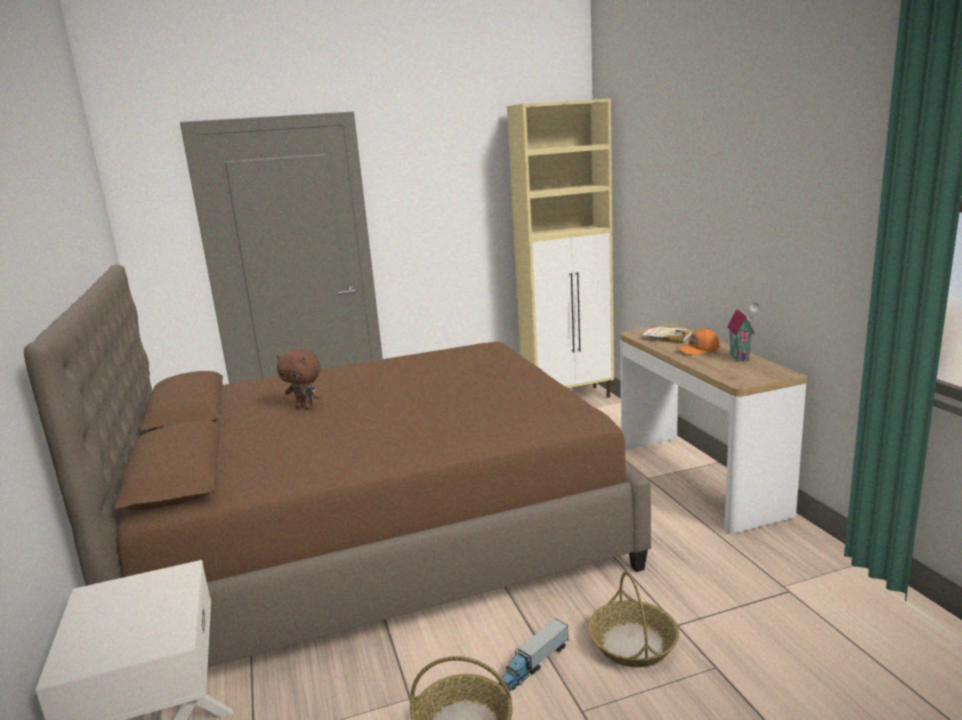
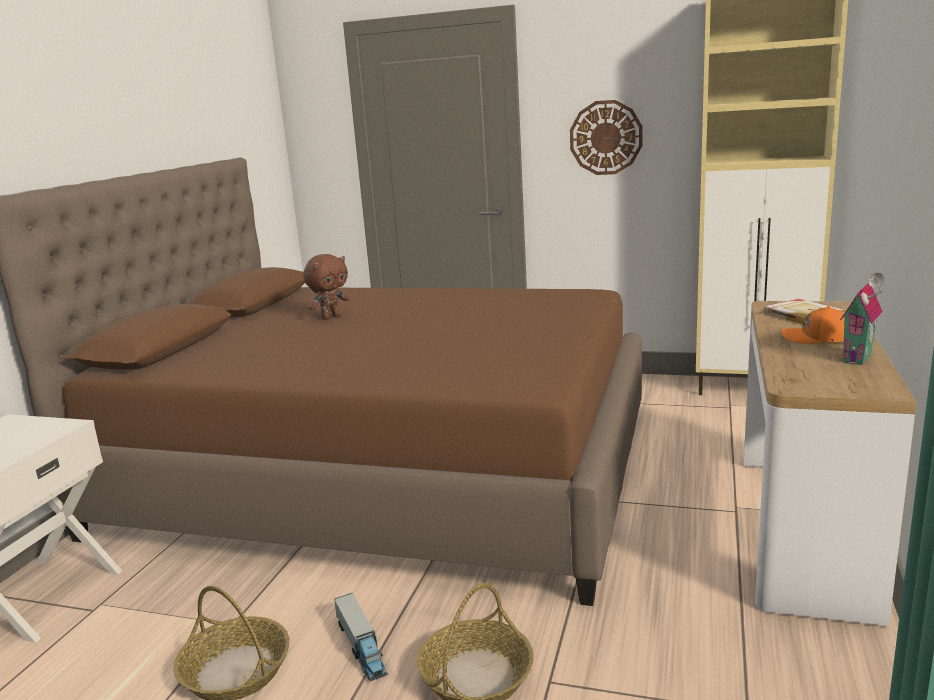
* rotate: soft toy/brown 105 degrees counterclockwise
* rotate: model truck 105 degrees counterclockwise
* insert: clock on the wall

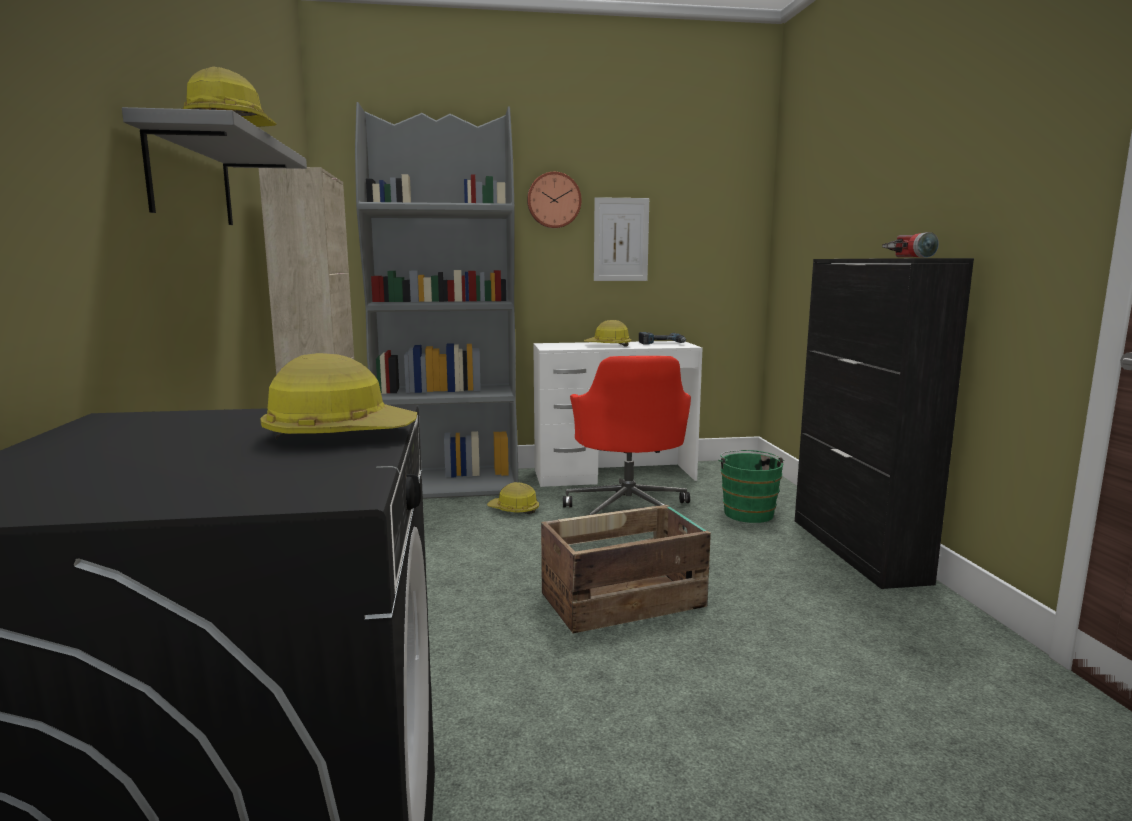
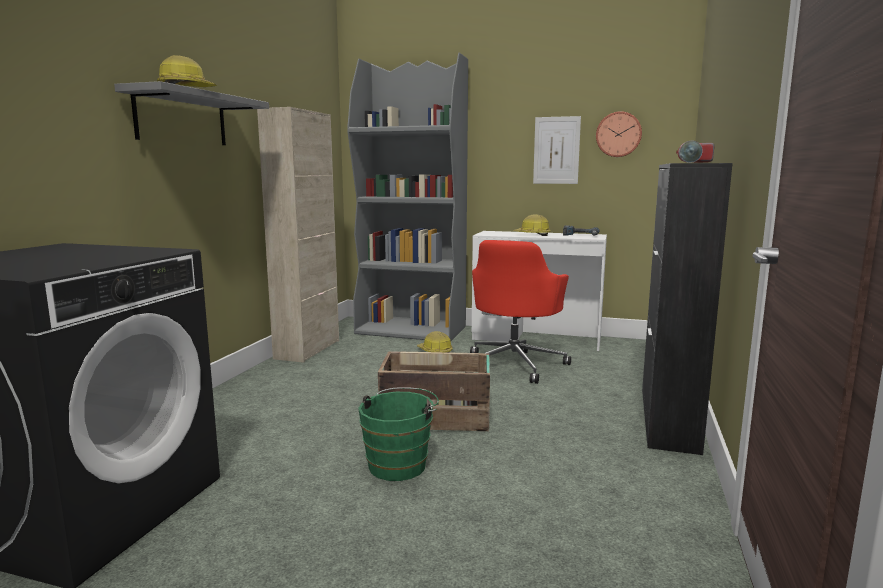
* delete: hard hat (2nd from left)
* move: clock on the wall
* move: pail/green

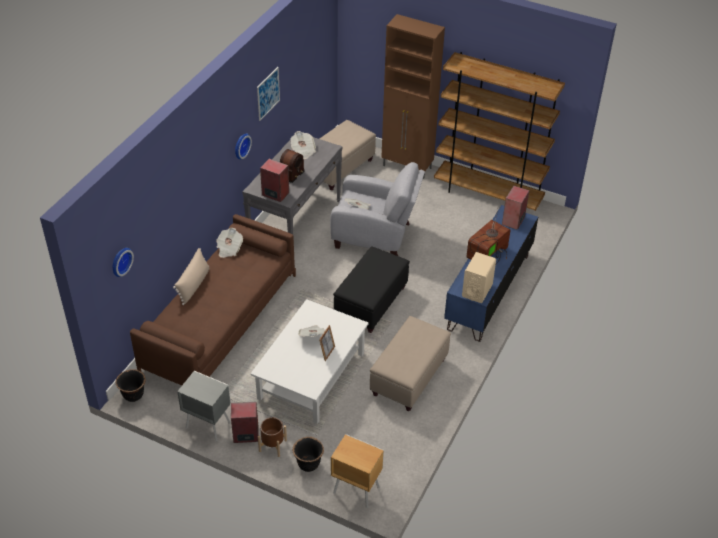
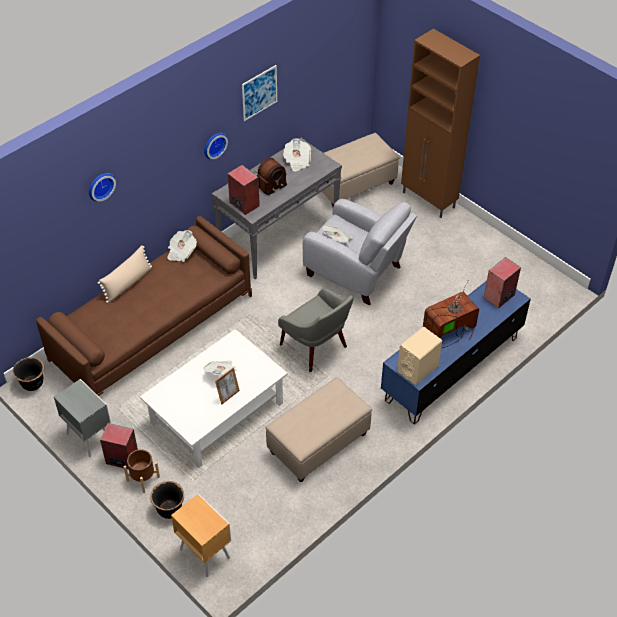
* move: clock on the wall (1st from left)
* replace: footrest/blackish to armchair/grey (1st from left)
* delete: bookcase/brown

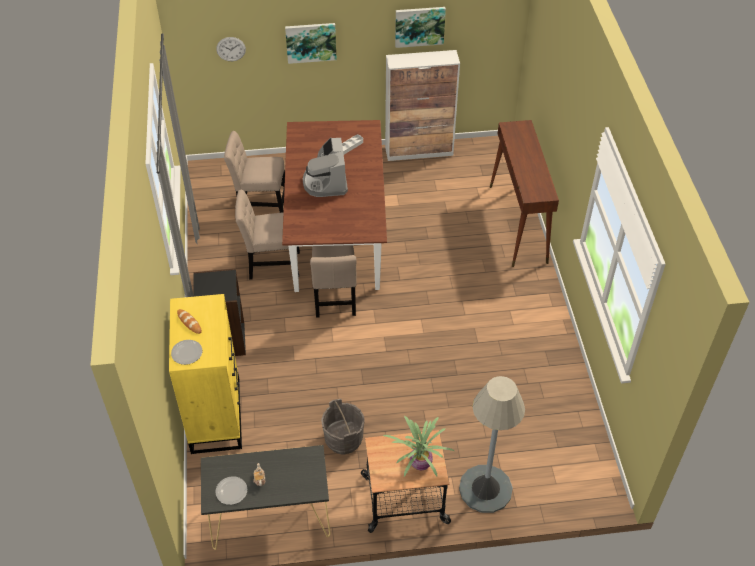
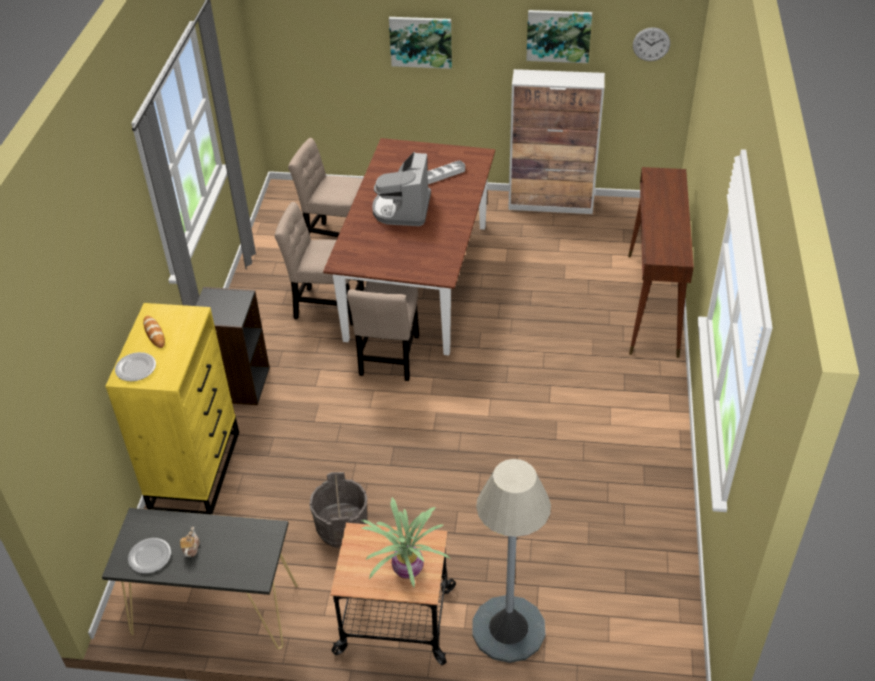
* move: clock on the wall

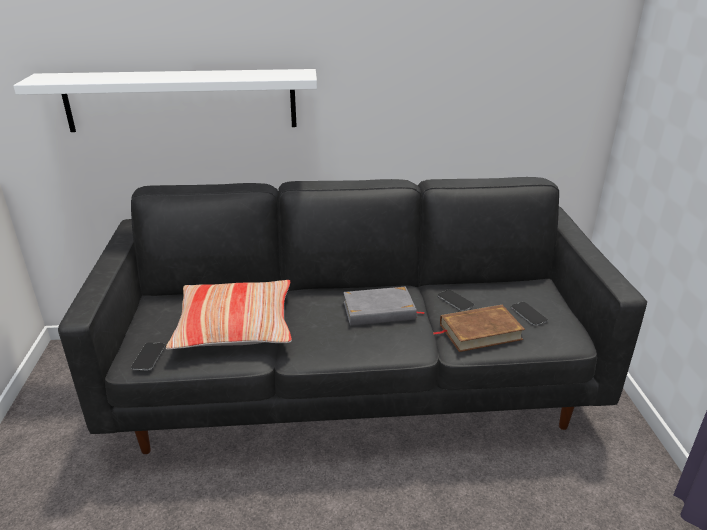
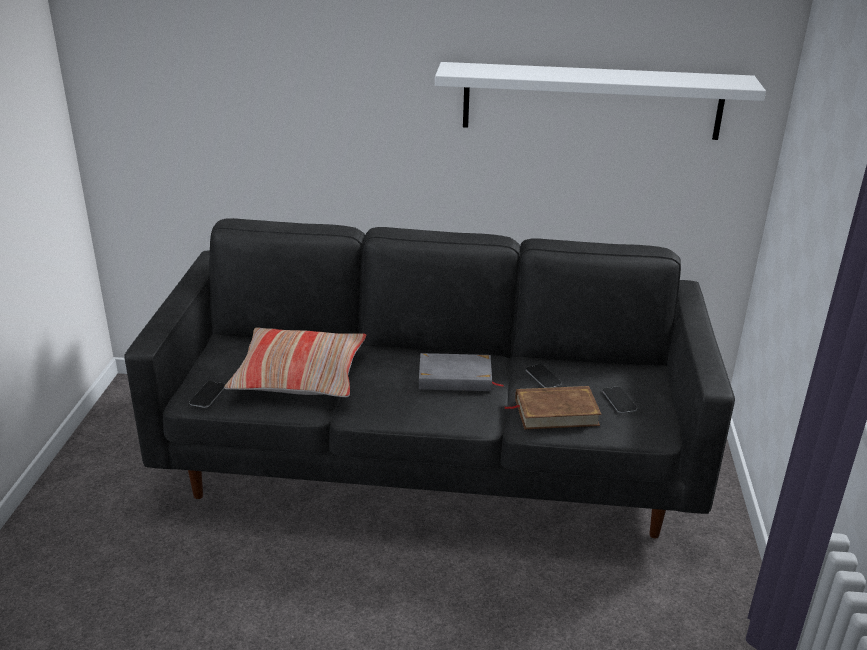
* move: wall shelf/whitish

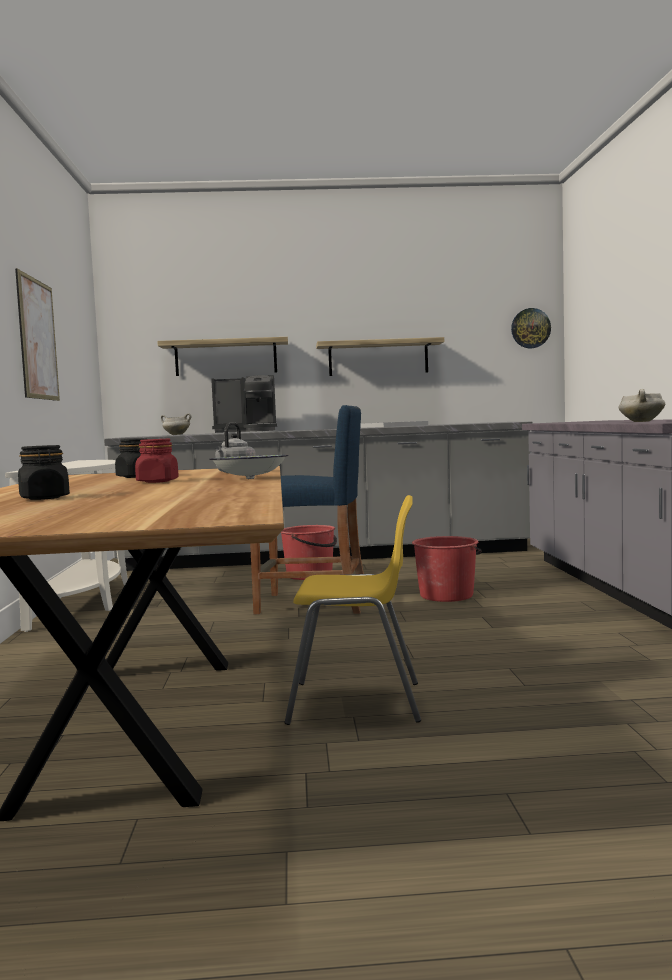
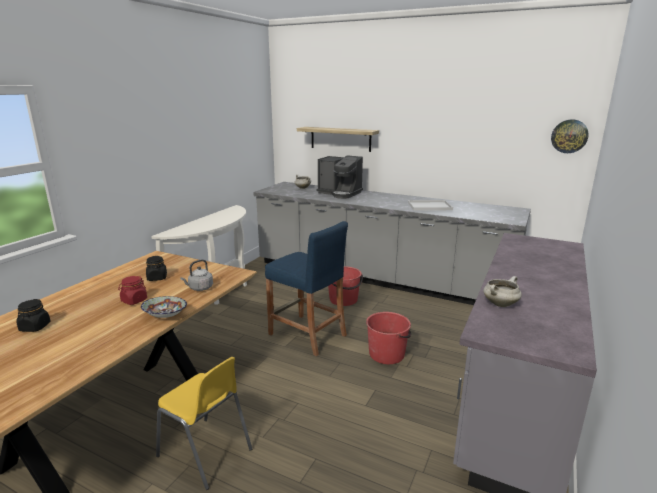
* delete: wall picture
* delete: wall shelf (2nd from left)

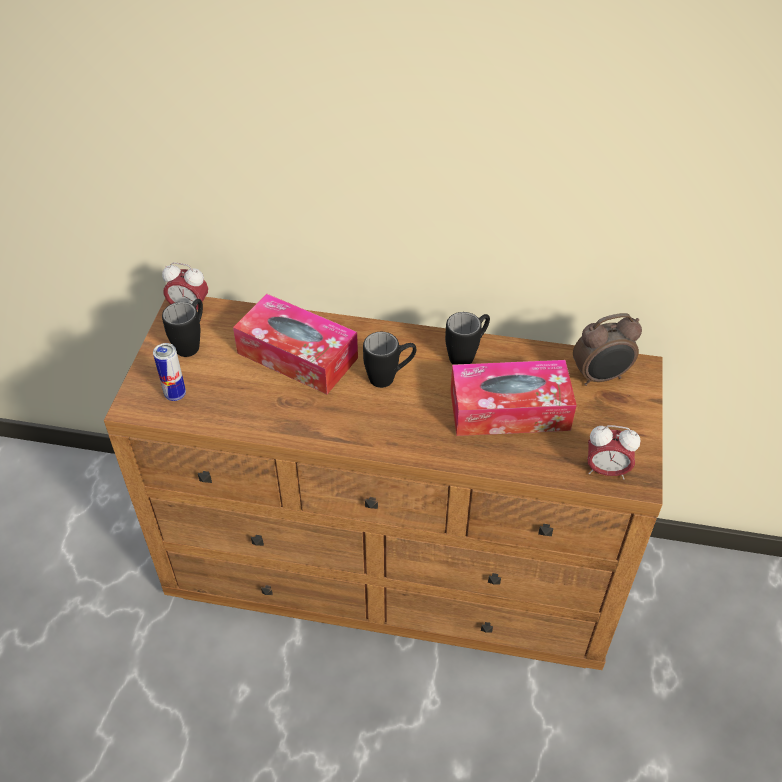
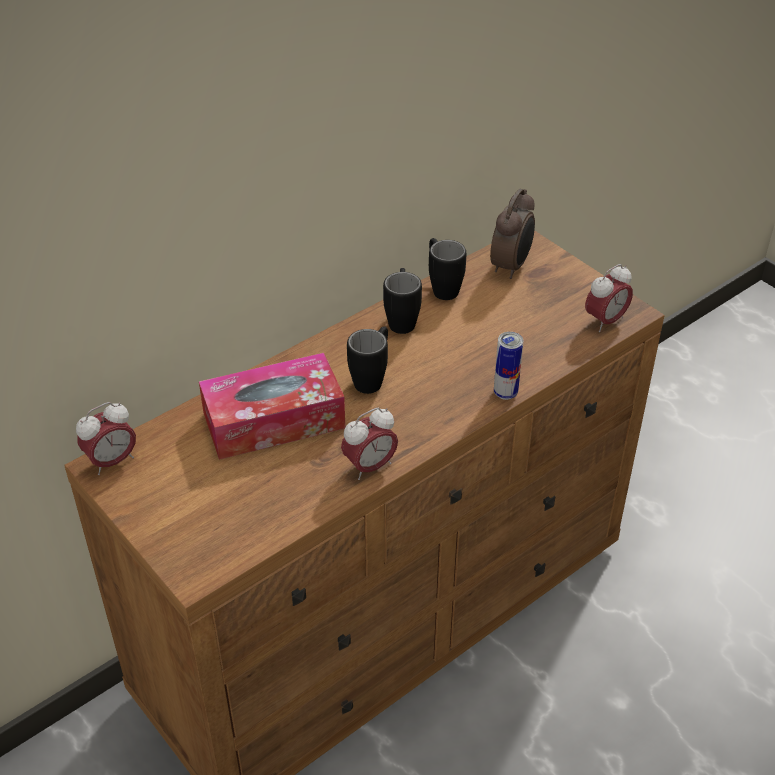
* move: sealed can
* move: coffee mug/blackish (1st from left in the first image) to coffee mug/blackish (3rd from left)
* delete: tissue holder (2nd from left)
* insert: table clock (2nd from left)

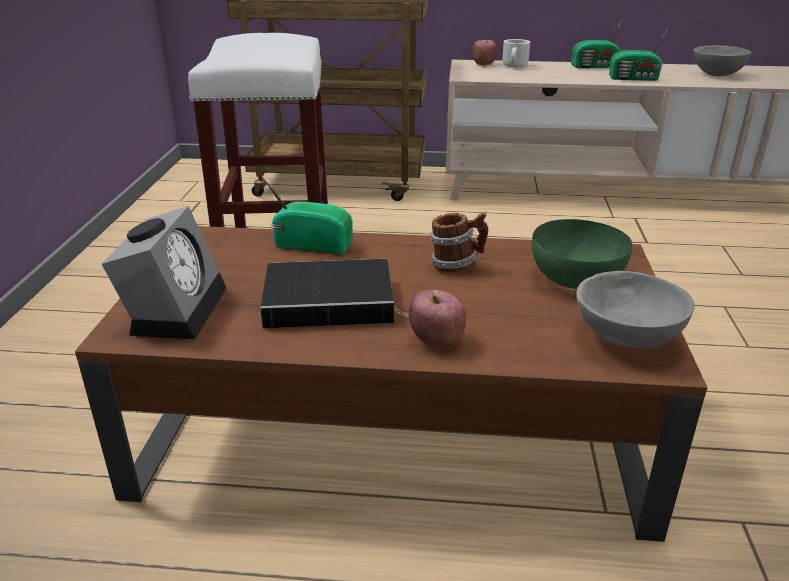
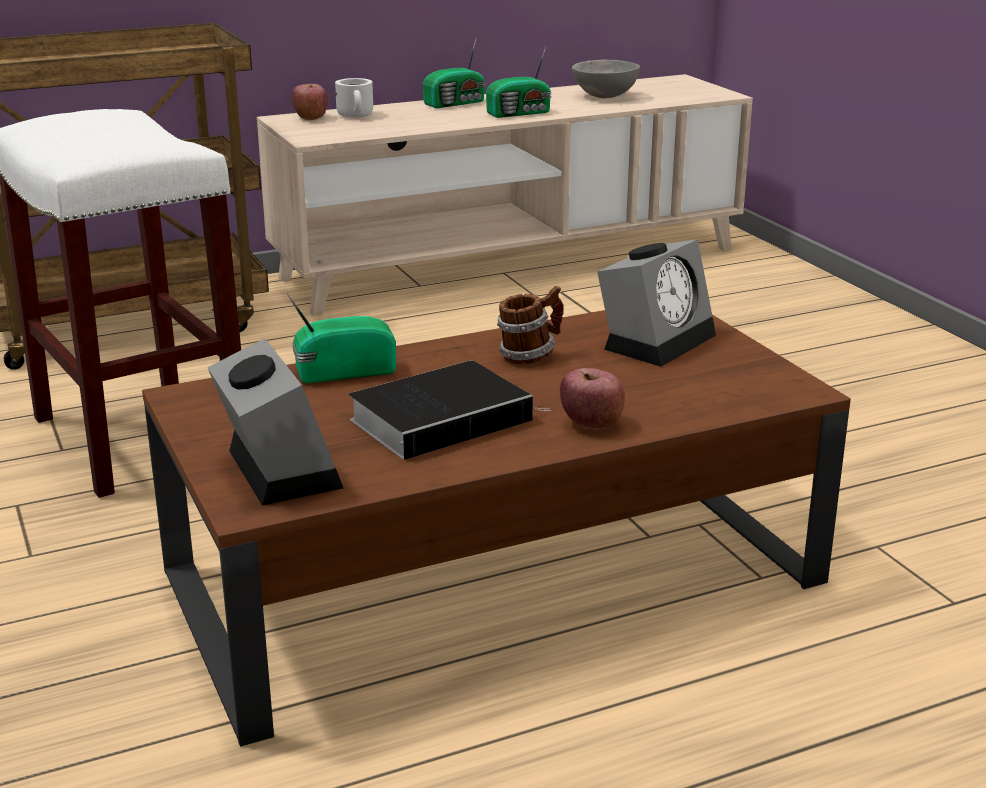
* replace: bowl/green to table clock (2nd from left)
* delete: bowl/grey (1st from left)

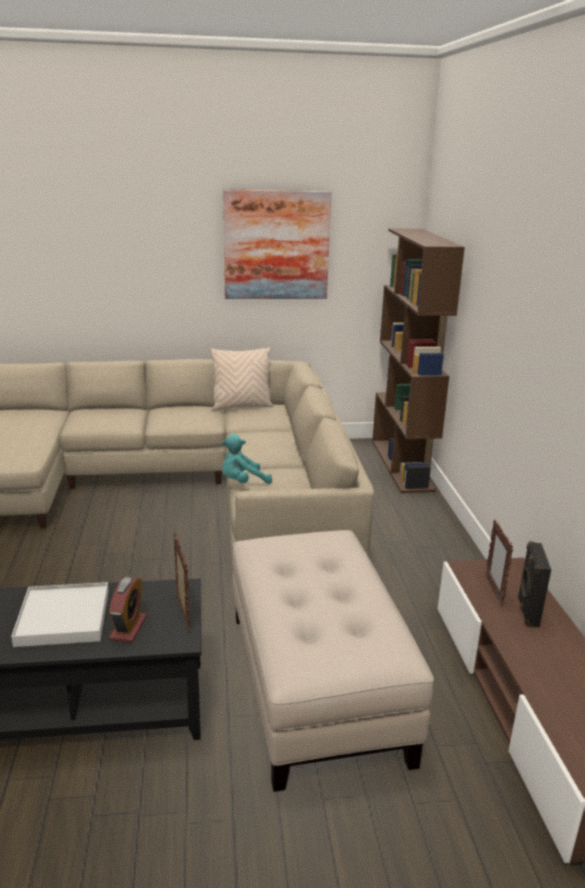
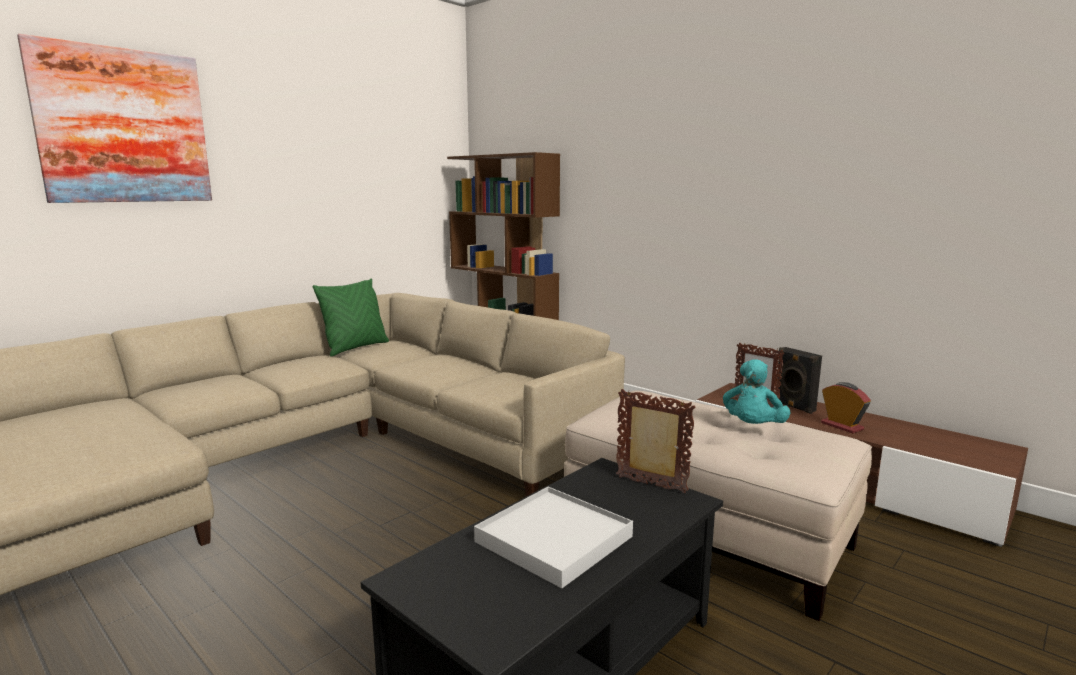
* move: table clock
* recolor: throw pillow/beige-coloured to throw pillow/green
* move: soft toy/turquoise-coloured
* move: wall picture

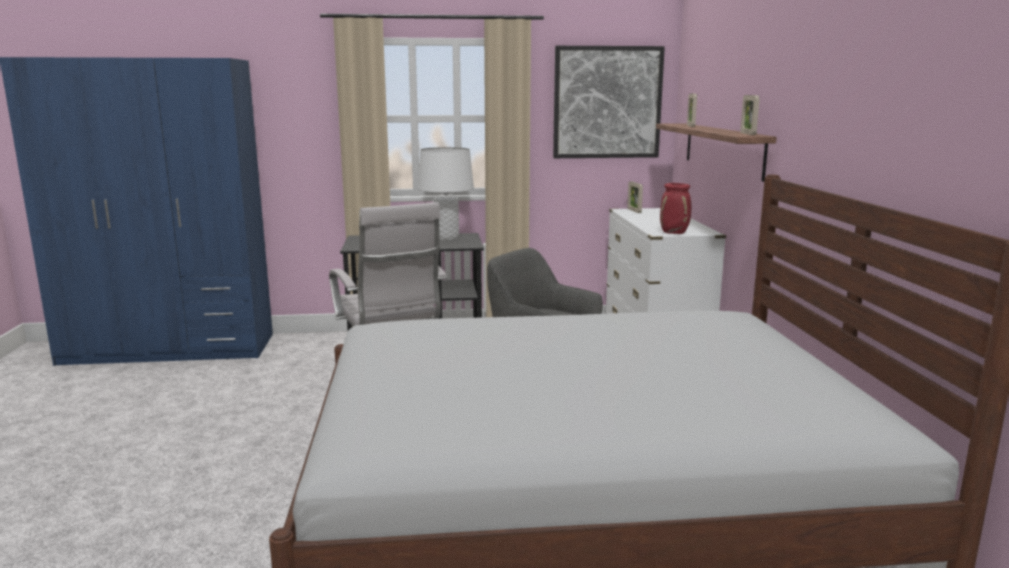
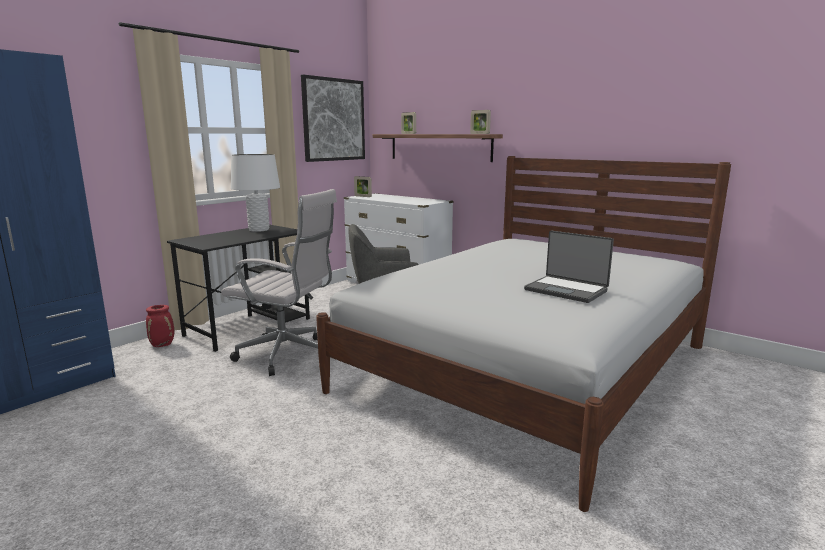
* move: flower vase/reddish
* insert: notebook computer

